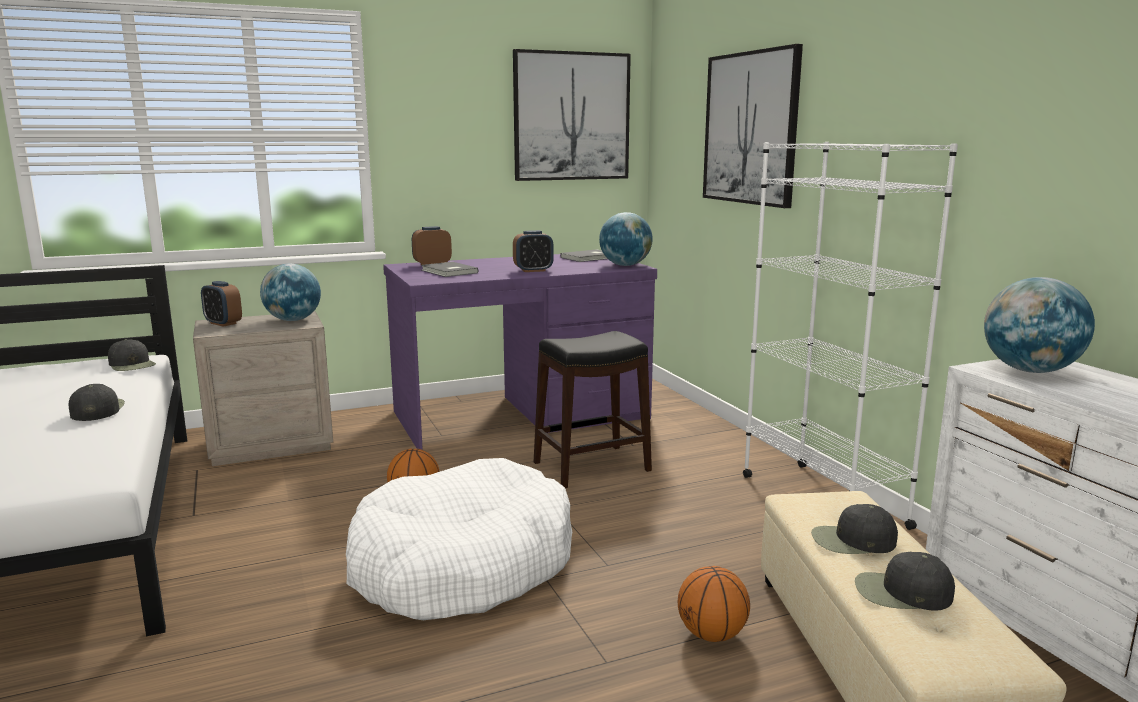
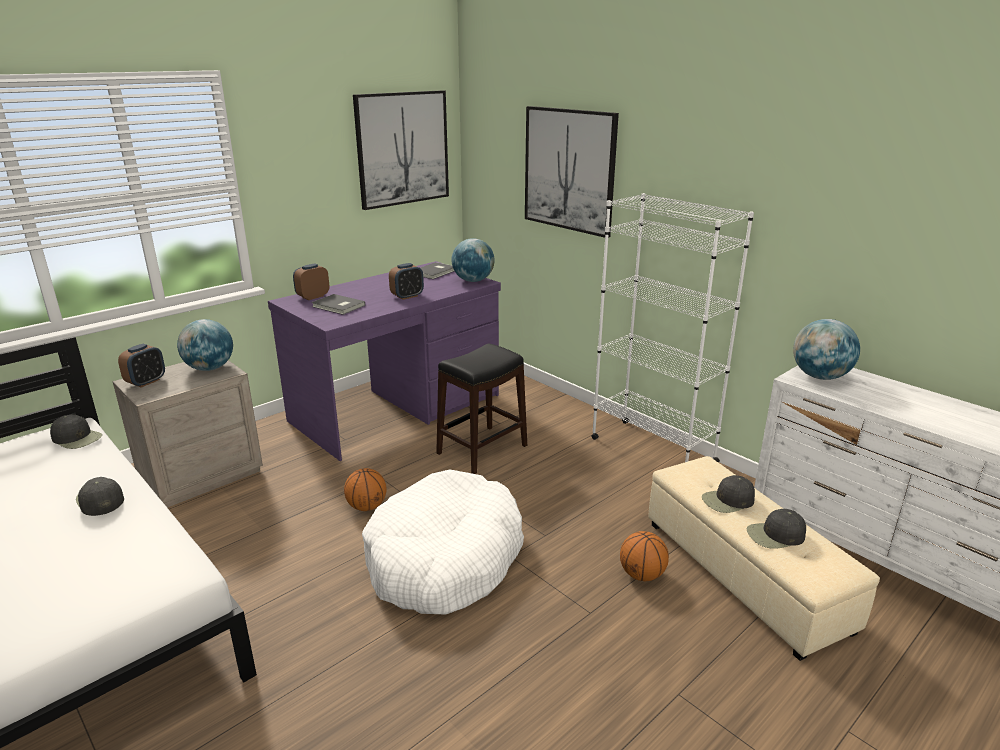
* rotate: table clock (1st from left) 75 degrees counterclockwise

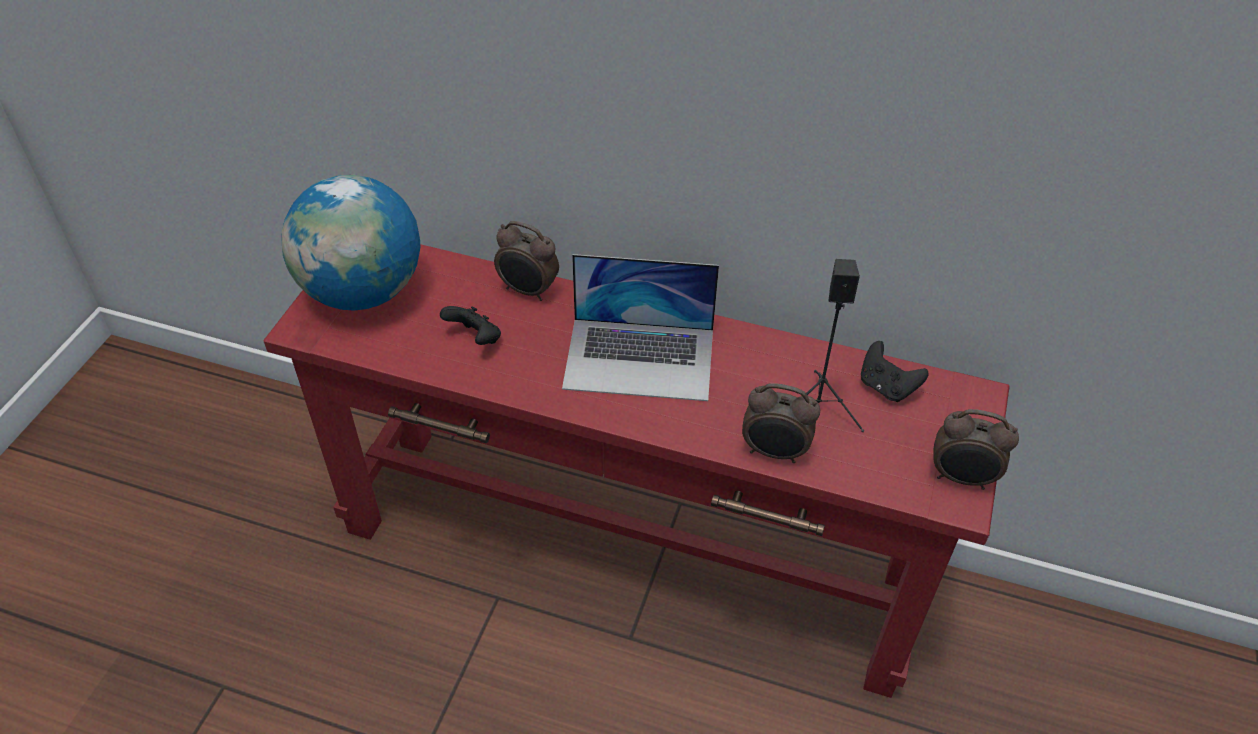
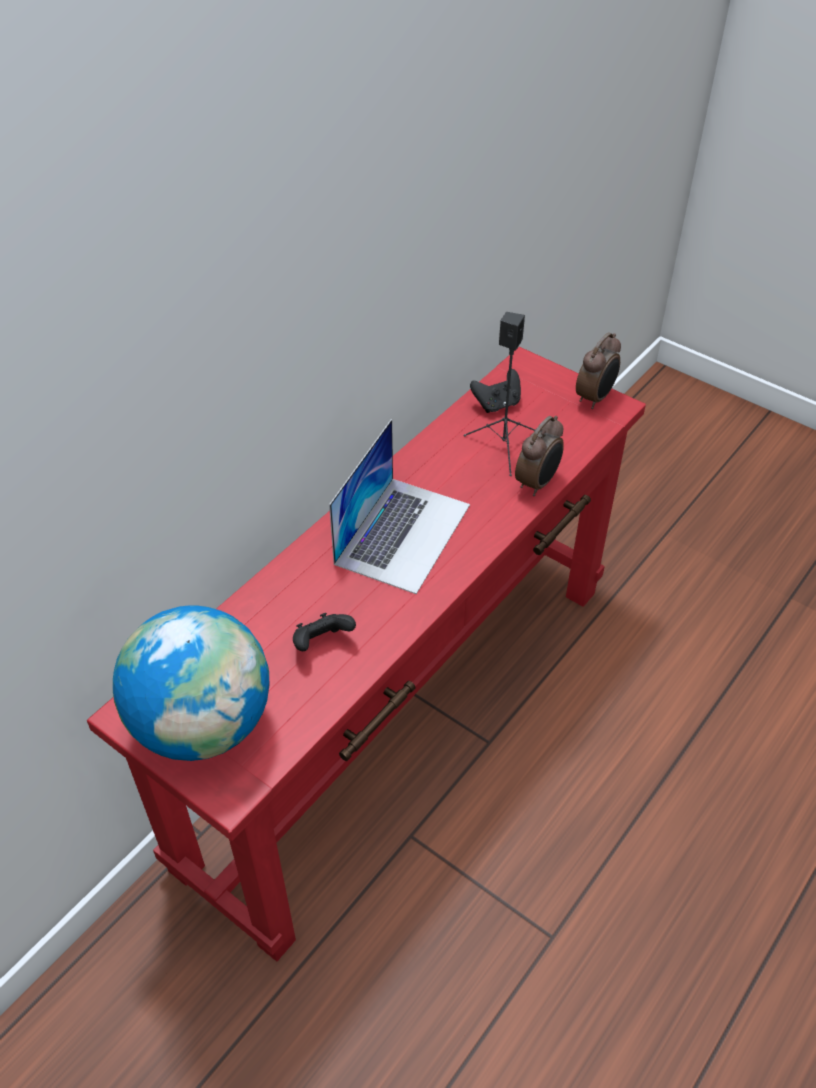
* delete: table clock (1st from left)

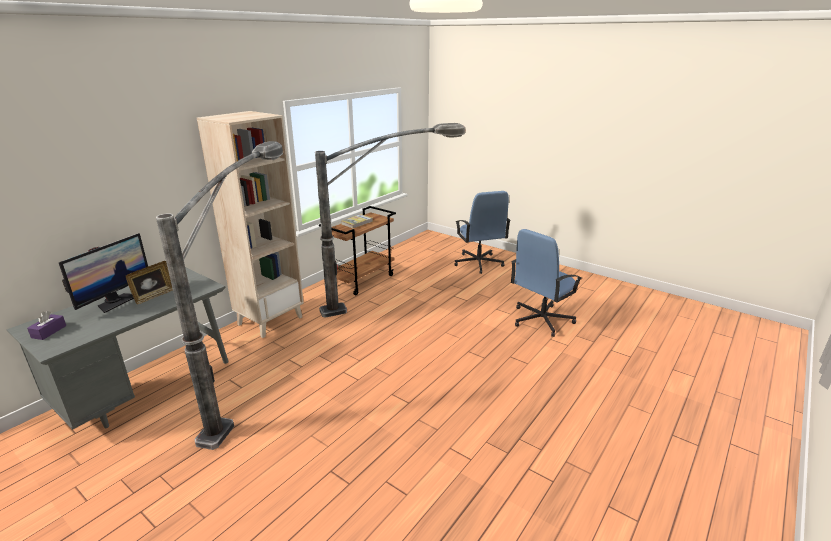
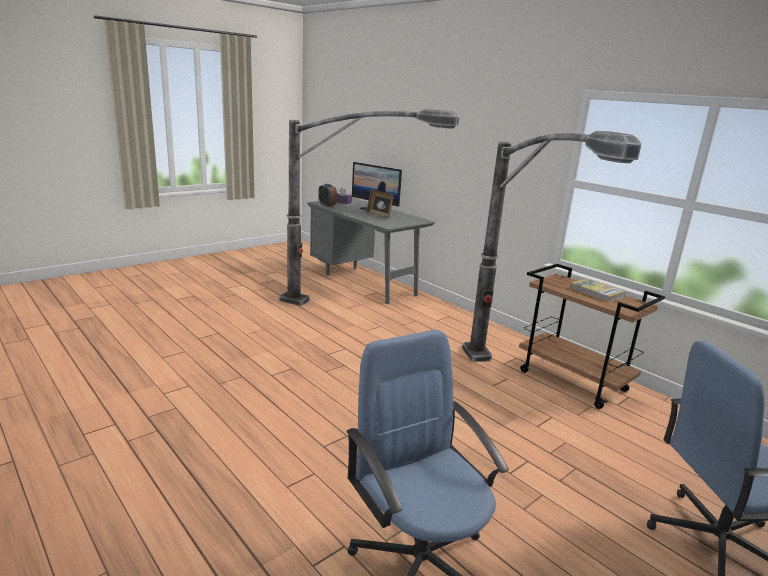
* delete: bookcase/beige-coloured
* insert: table clock

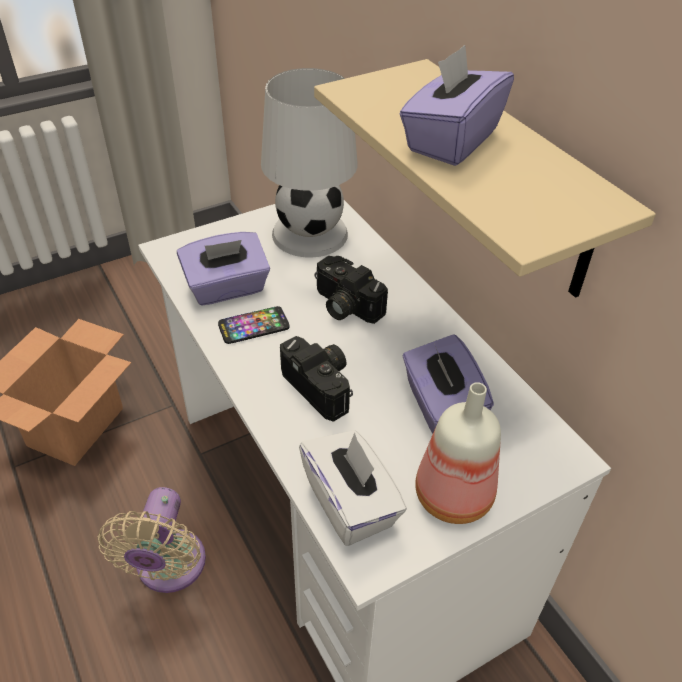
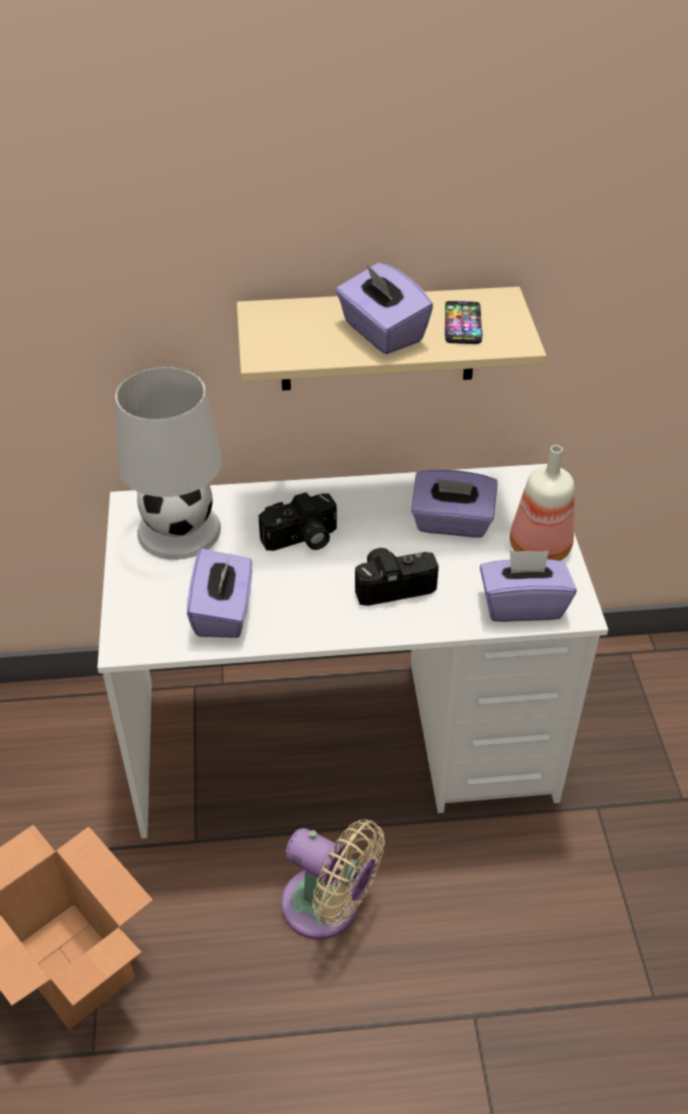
* move: phone
* recolor: tissue holder/whitish to tissue holder/purple (4th from left)

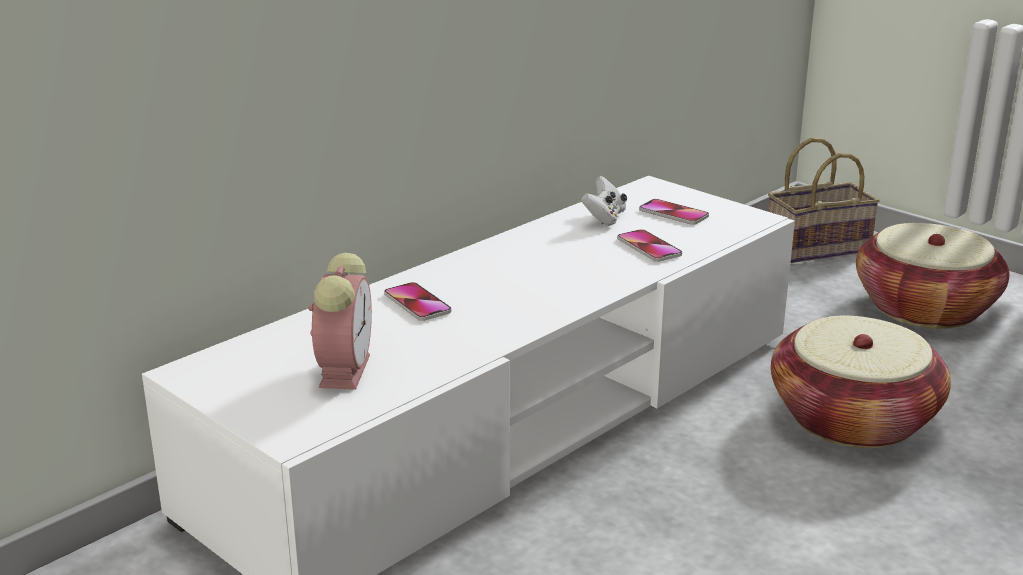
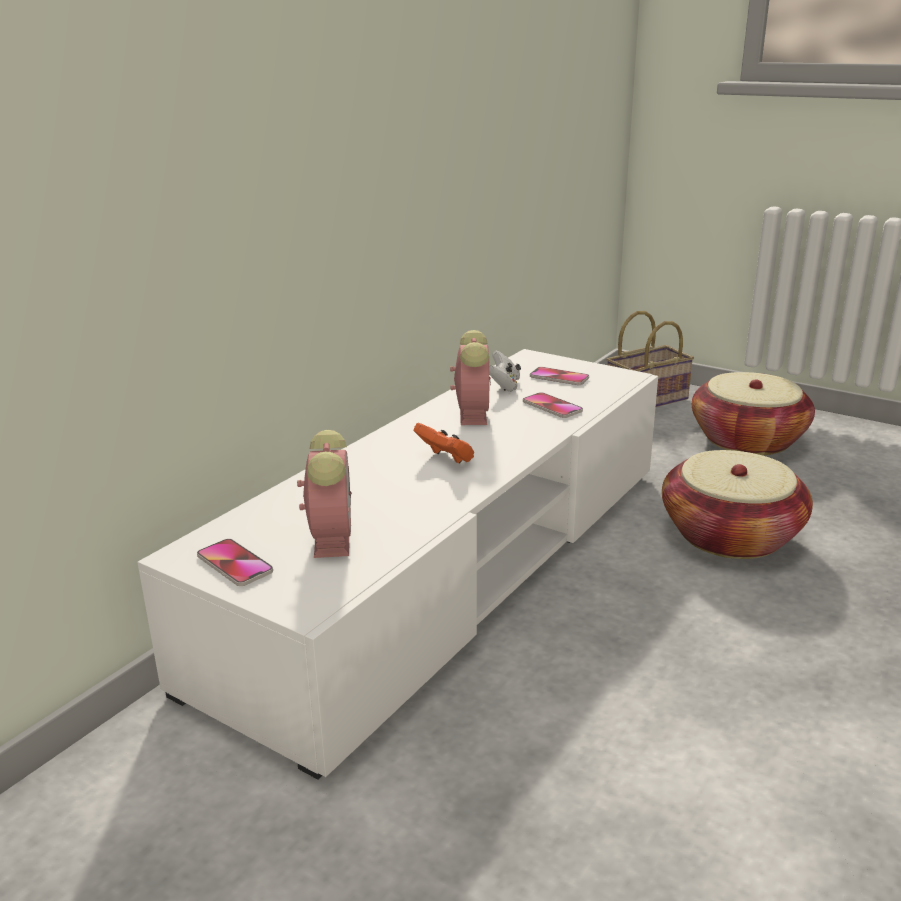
* move: phone (1st from left)
* insert: game controller/orange
* insert: table clock (2nd from left)

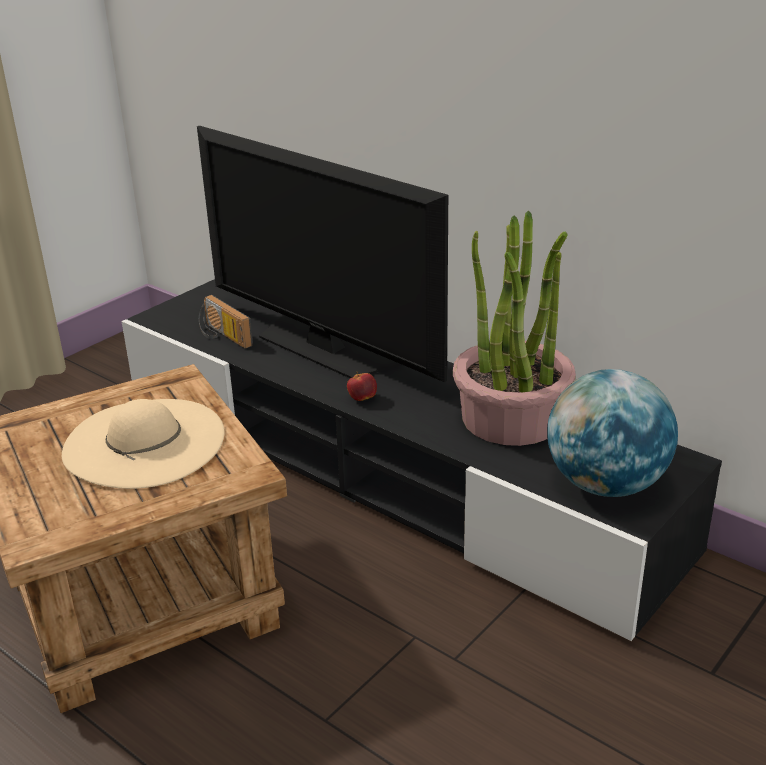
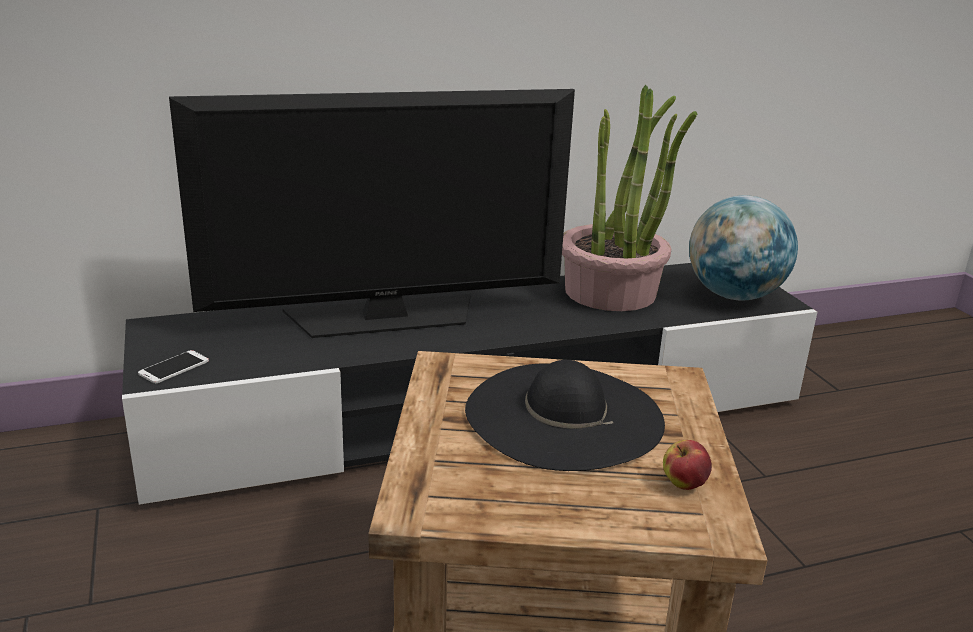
* recolor: wearable hat/beige-coloured to wearable hat/blackish
* delete: radio set
* move: apple fruit
* insert: phone

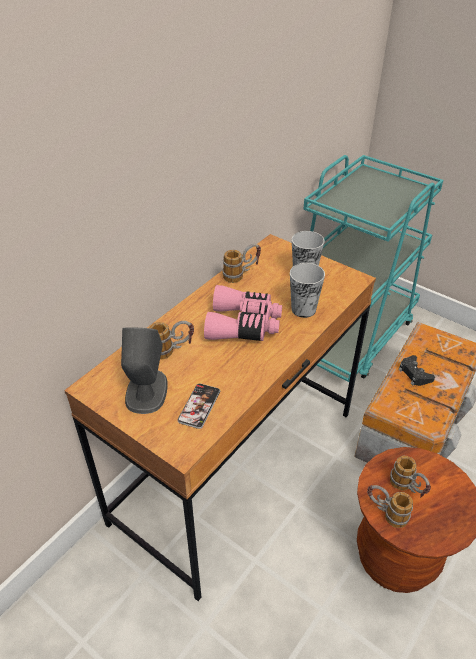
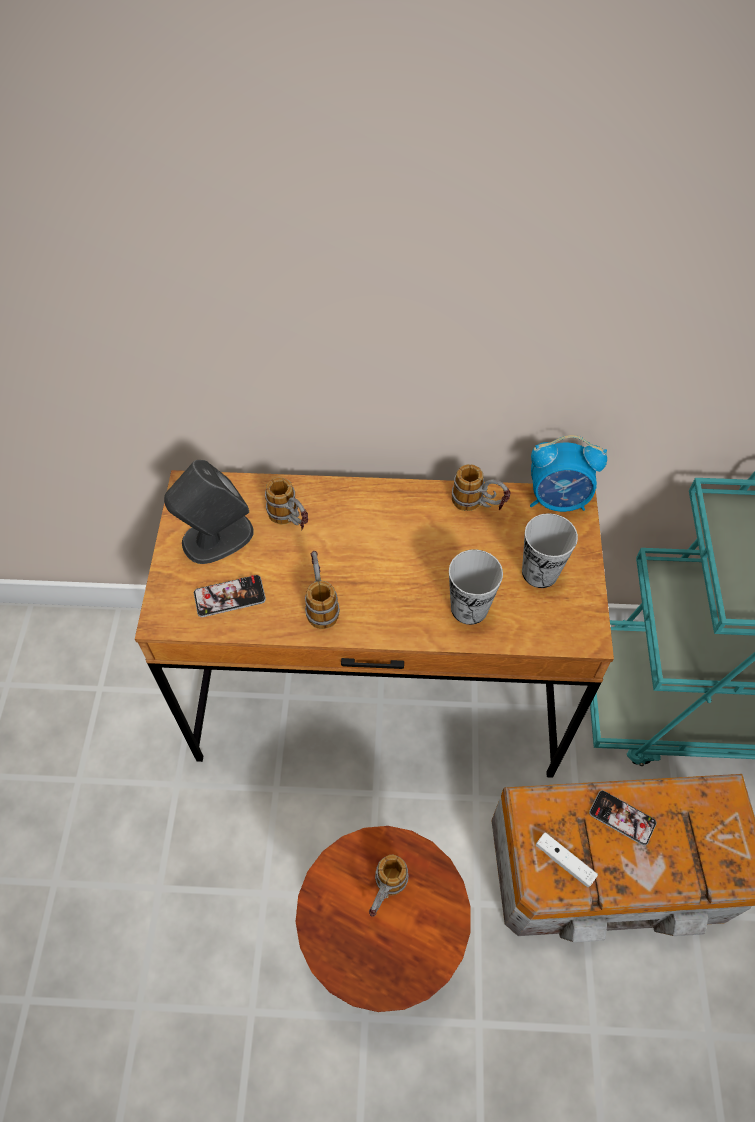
* delete: pair of binoculars/pinkish
* move: coffee mug (3rd from left in the first image) to coffee mug (2nd from left)
* replace: game controller/blackish to phone (2nd from left)
* insert: table clock
* insert: game controller/whitish

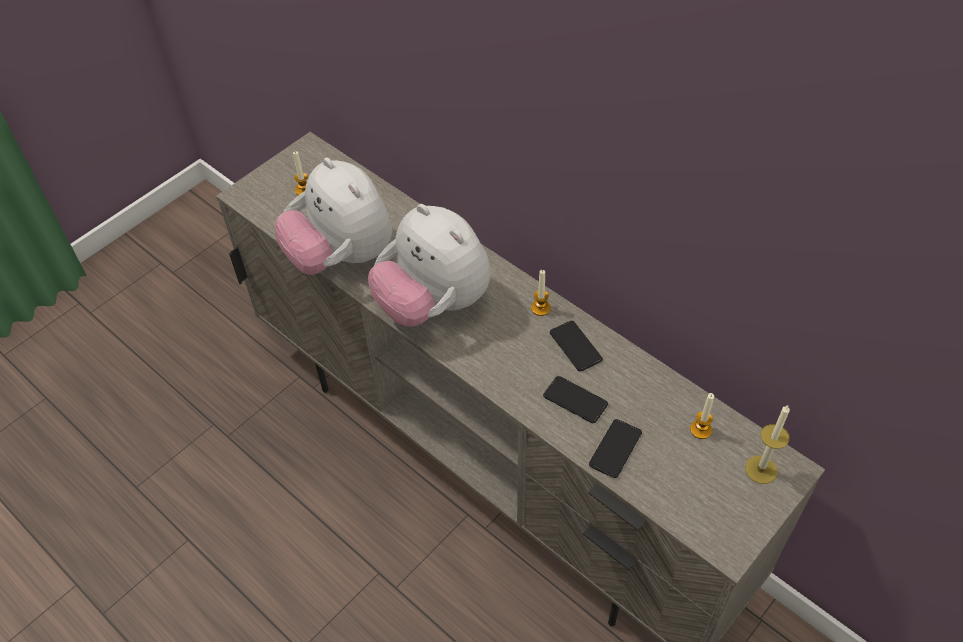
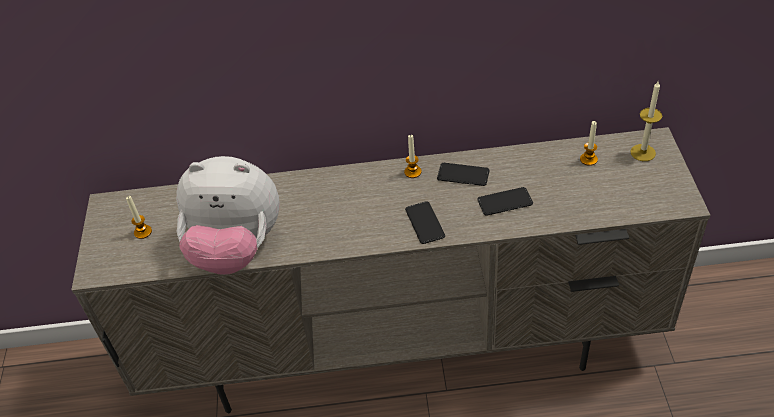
* delete: soft toy (2nd from left)
* move: phone (3rd from left in the first image) to phone (1st from left)

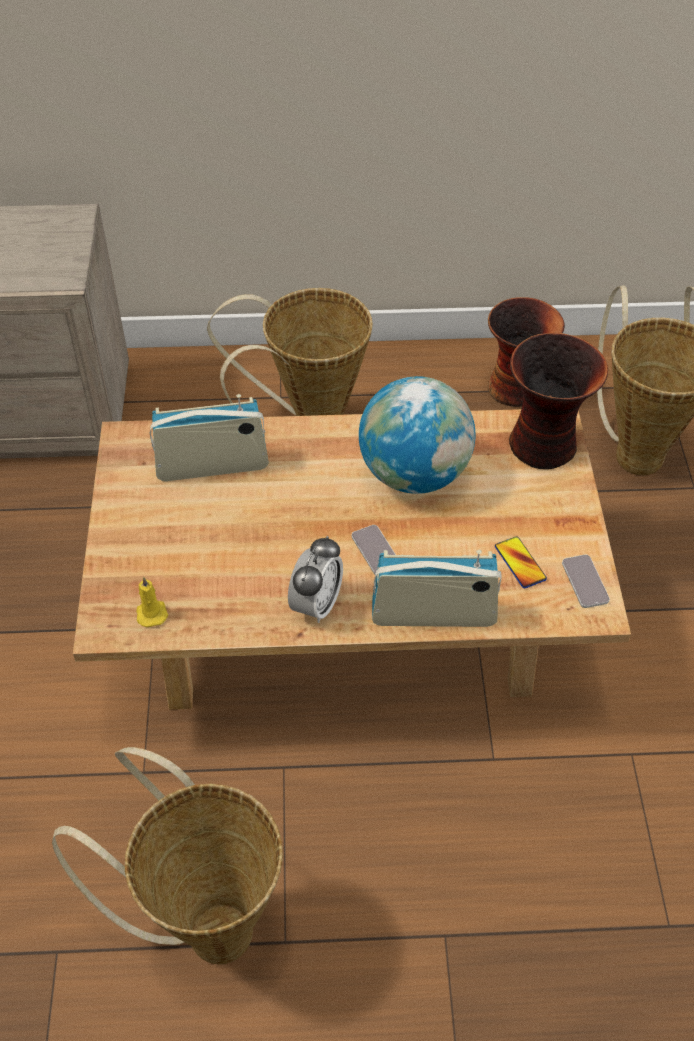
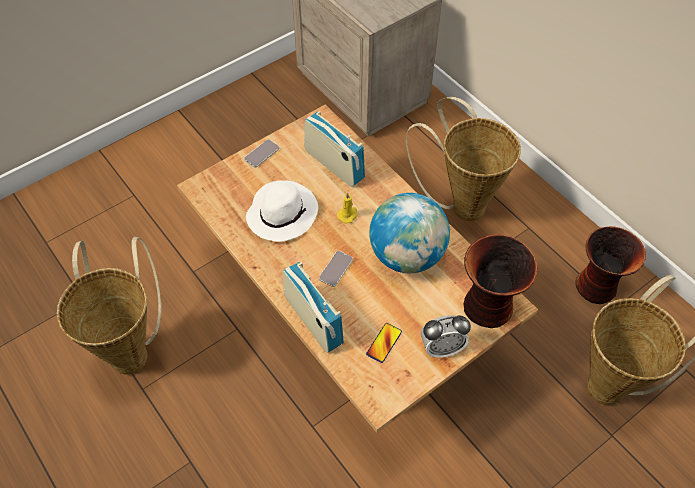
* move: wax light/yellowish
* move: table clock
* move: phone (3rd from left in the first image) to phone (1st from left)
* insert: wearable hat/whitish

